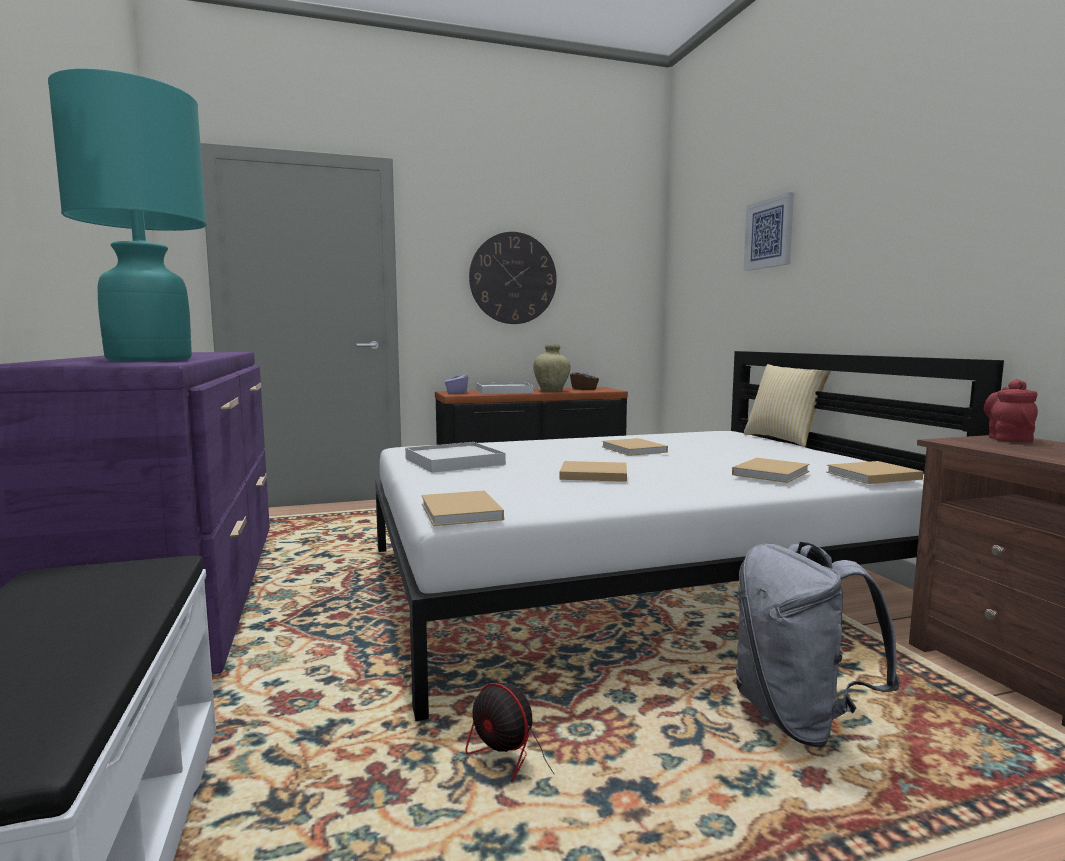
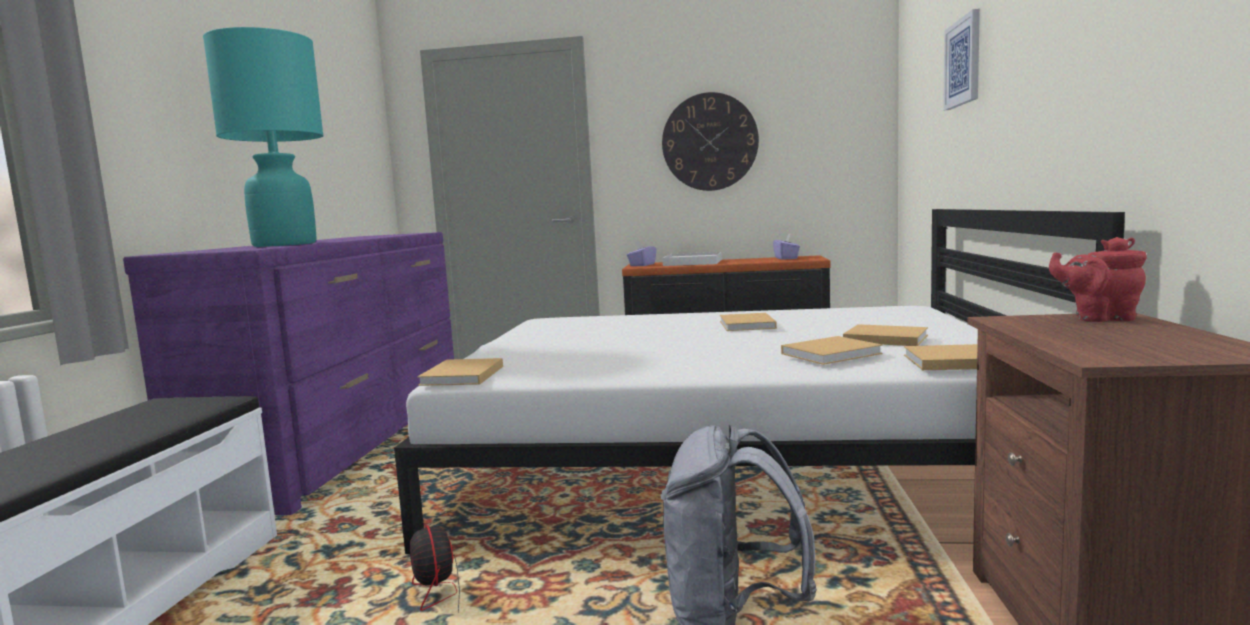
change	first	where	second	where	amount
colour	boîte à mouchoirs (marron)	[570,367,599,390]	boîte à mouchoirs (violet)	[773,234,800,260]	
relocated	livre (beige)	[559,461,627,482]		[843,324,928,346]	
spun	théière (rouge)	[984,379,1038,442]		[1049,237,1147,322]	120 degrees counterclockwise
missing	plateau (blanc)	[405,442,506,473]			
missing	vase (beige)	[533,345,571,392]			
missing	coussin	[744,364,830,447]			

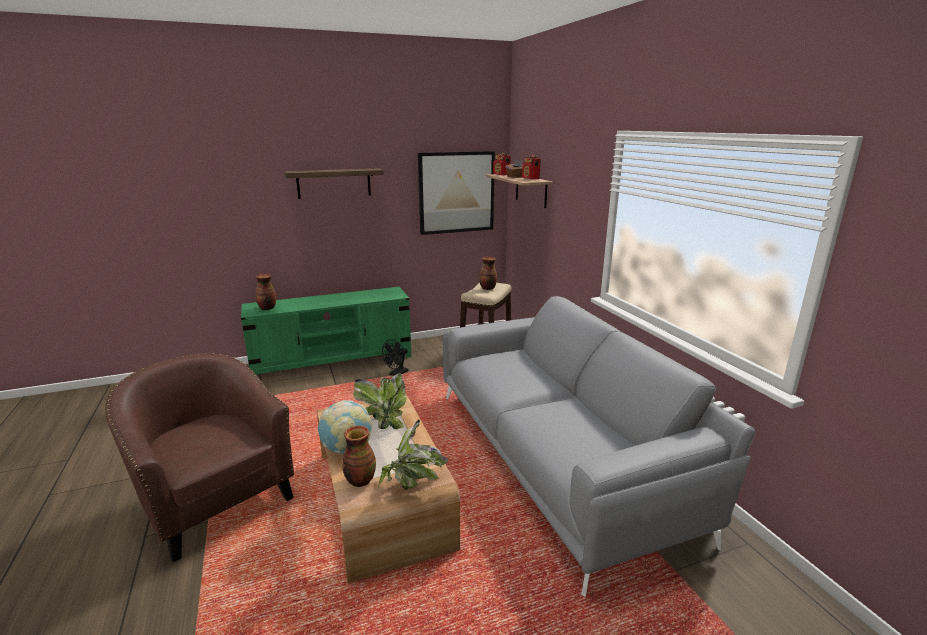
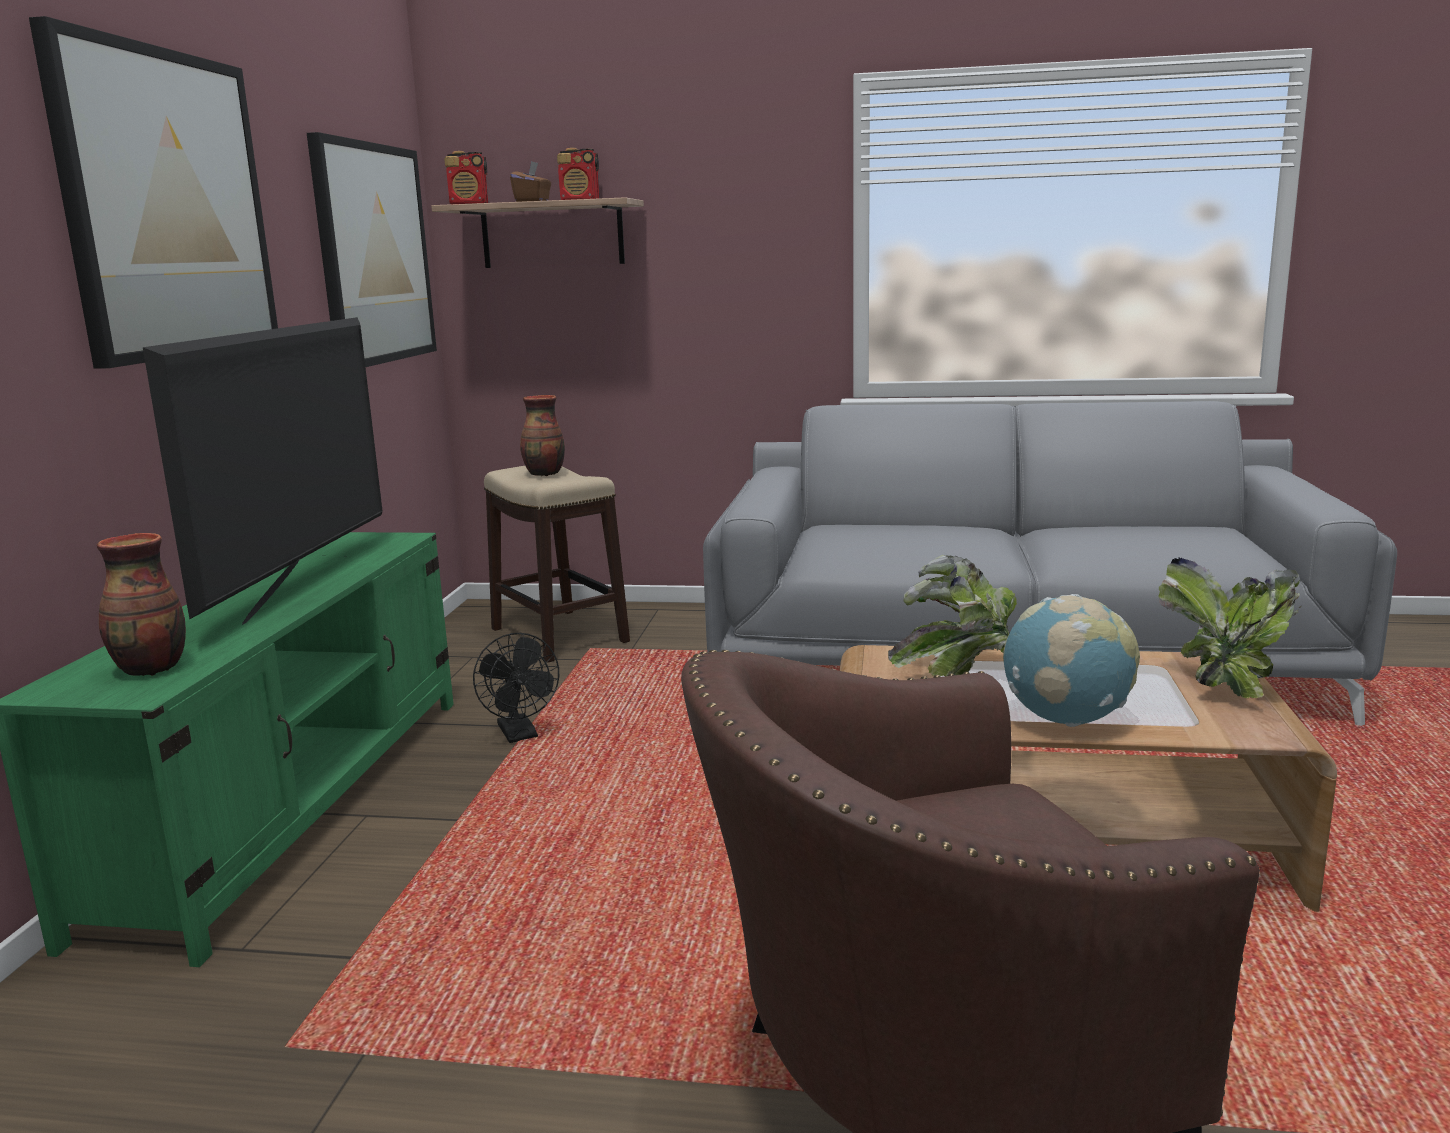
change	first	where	second	where	amount
exchanged	étagère	[284,168,384,199]	tableau	[29,16,278,369]	
appeared			téléviseur	[143,317,383,625]	
missing	vase	[342,426,376,487]			

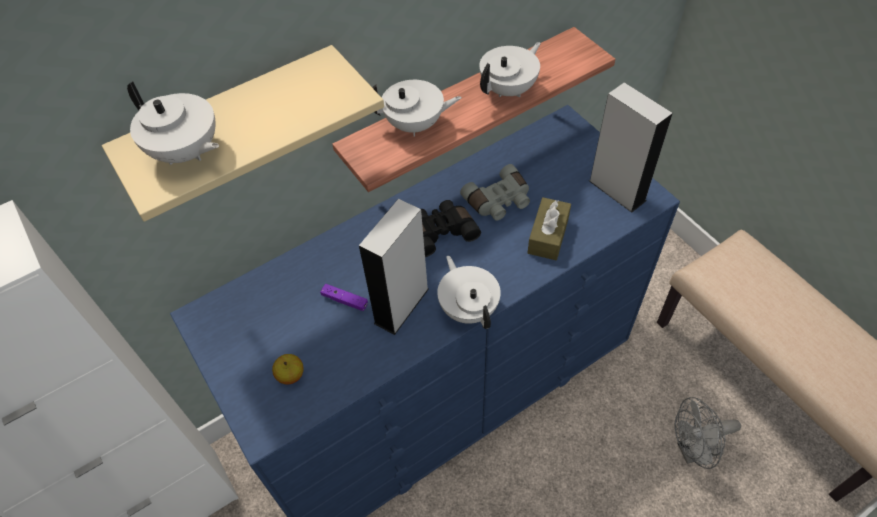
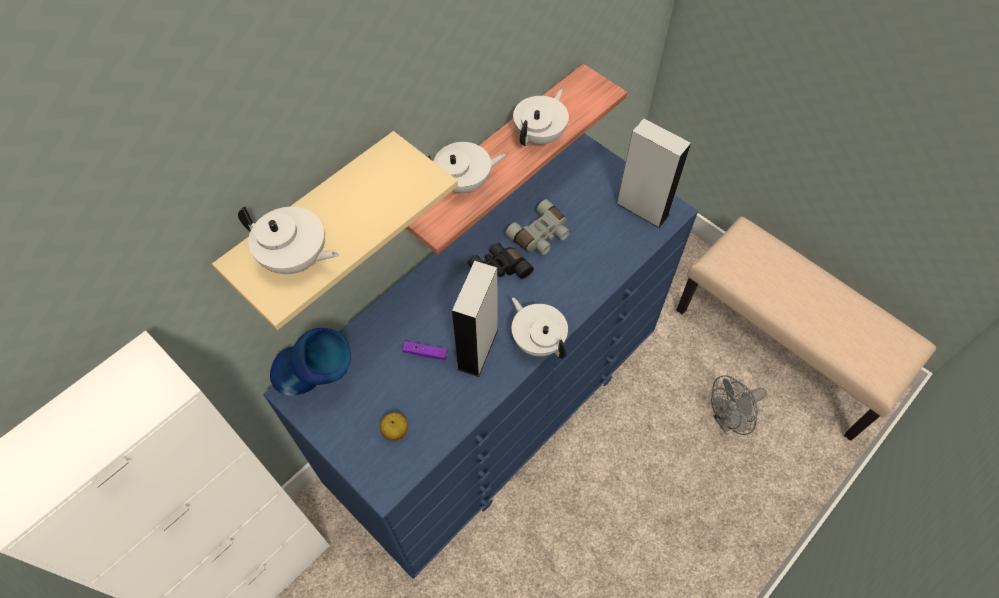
change	first	where	second	where	amount
appeared			vase (bleu)	[270,328,351,396]	
missing	boîte à mouchoirs (marron)	[528,197,571,260]			

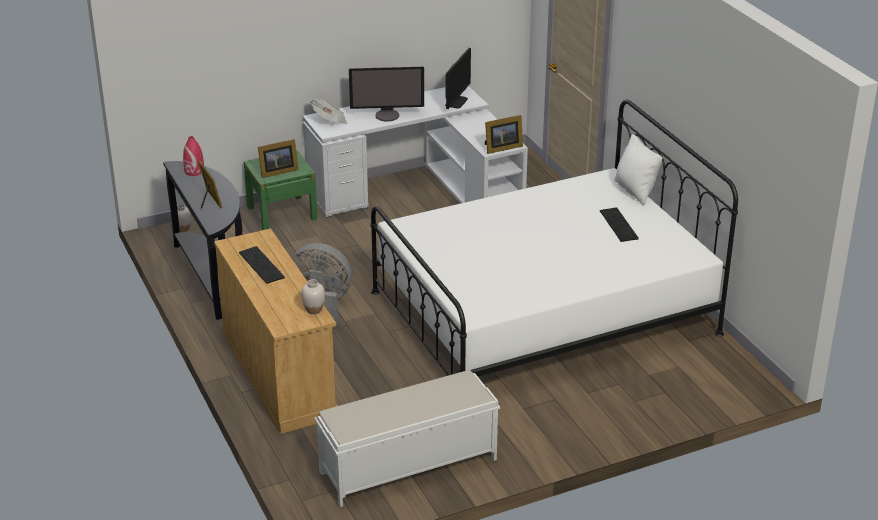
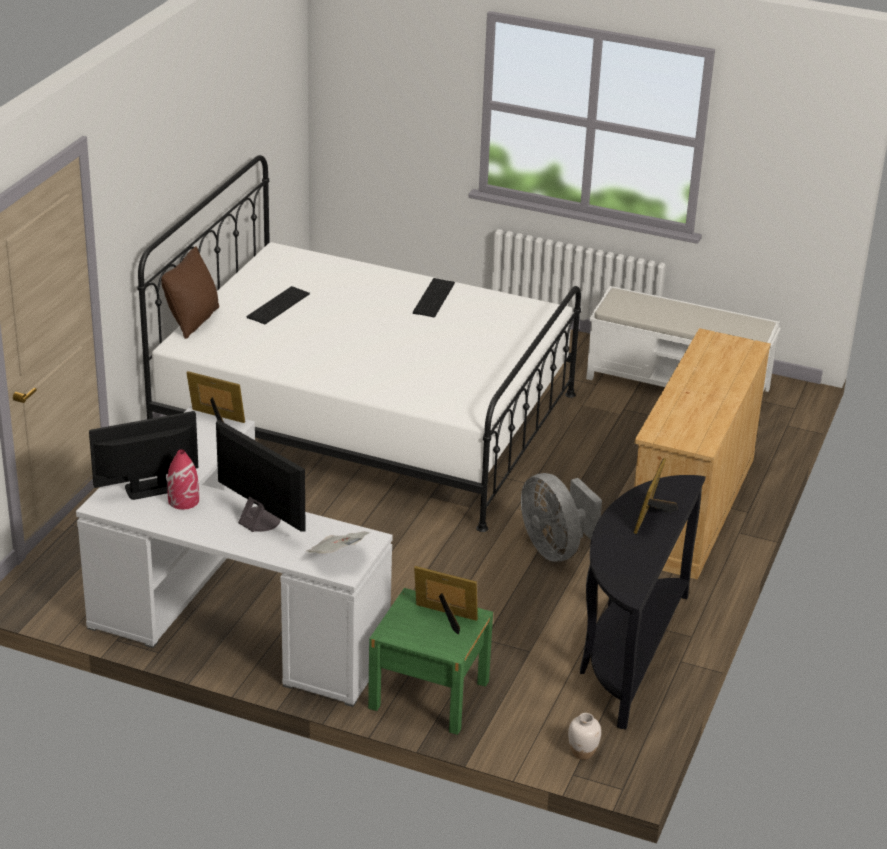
change	first	where	second	where	amount
colour	coussin (blanc)	[614,134,663,205]	coussin (marron)	[161,247,219,339]	
relocated	vase (rouge)	[183,136,204,176]		[167,449,199,510]	
relocated	clavier	[239,246,285,284]		[413,278,455,317]	
missing	vase (blanc)	[301,279,325,314]			

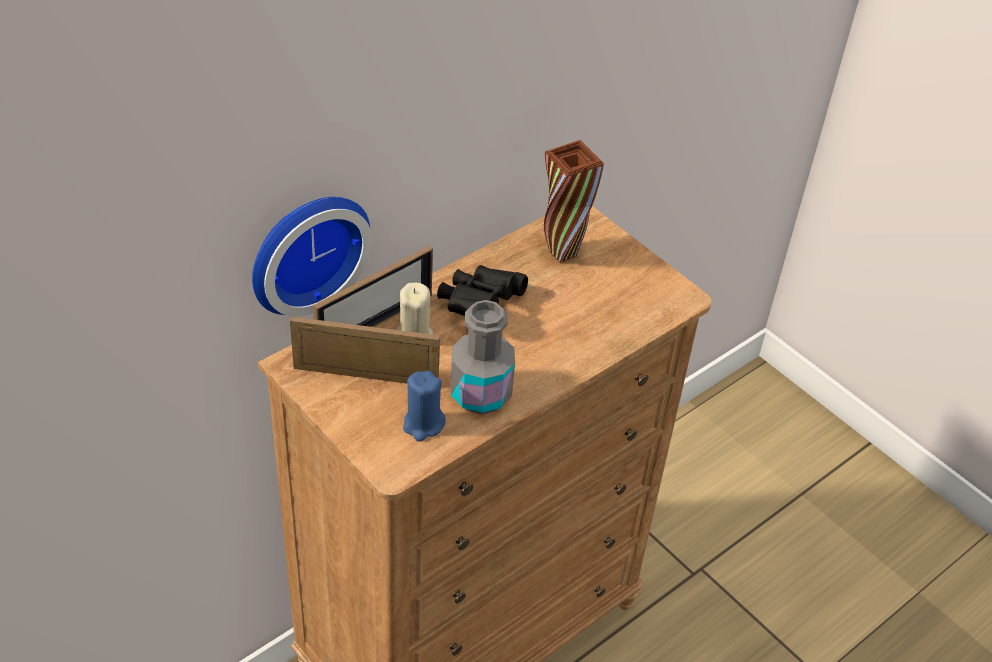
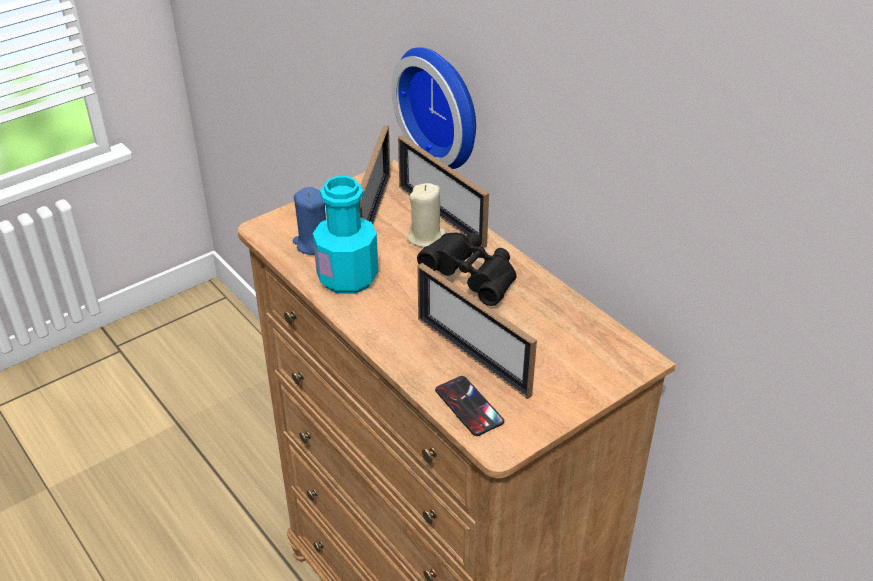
change	first	where	second	where	amount
colour	bouteille (gris)	[451,300,515,414]	bouteille (turquoise)	[313,176,378,294]	
appeared			cadre photo	[417,263,537,399]	
appeared			téléphone	[435,376,504,436]	
missing	vase (marron)	[544,140,604,263]			

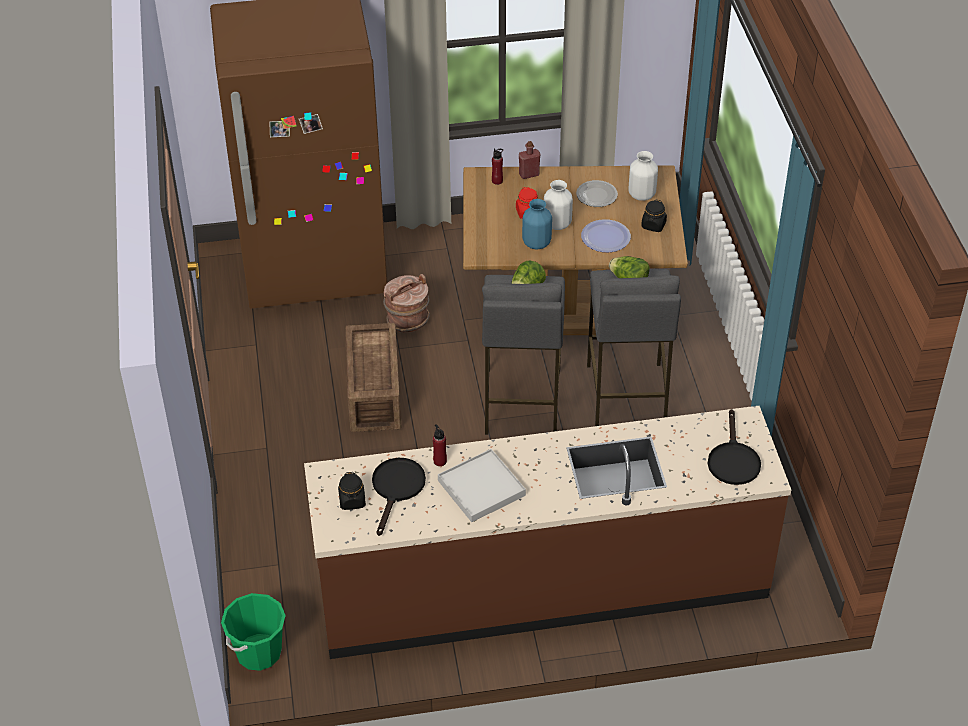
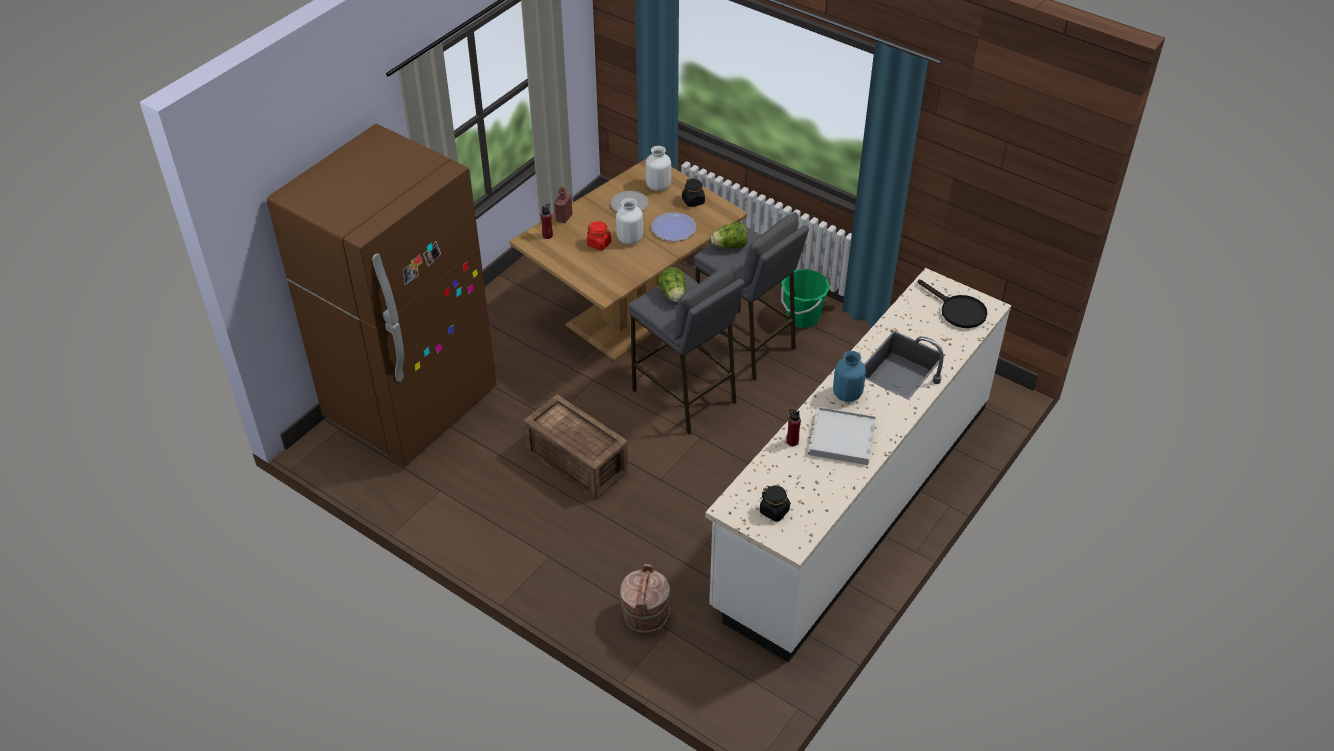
change	first	where	second	where	amount
relocated	seau (marron)	[383,274,430,333]		[620,564,670,634]	
colour	comptoir de cuisine (marron)	[304,406,791,659]	comptoir de cuisine (blanc)	[705,268,1011,662]	
relocated	seau (vert)	[221,593,286,671]		[781,269,830,328]	
relocated	vase (bleu)	[522,199,552,250]		[833,351,866,402]	
missing	poêle (noir)	[372,458,426,536]			

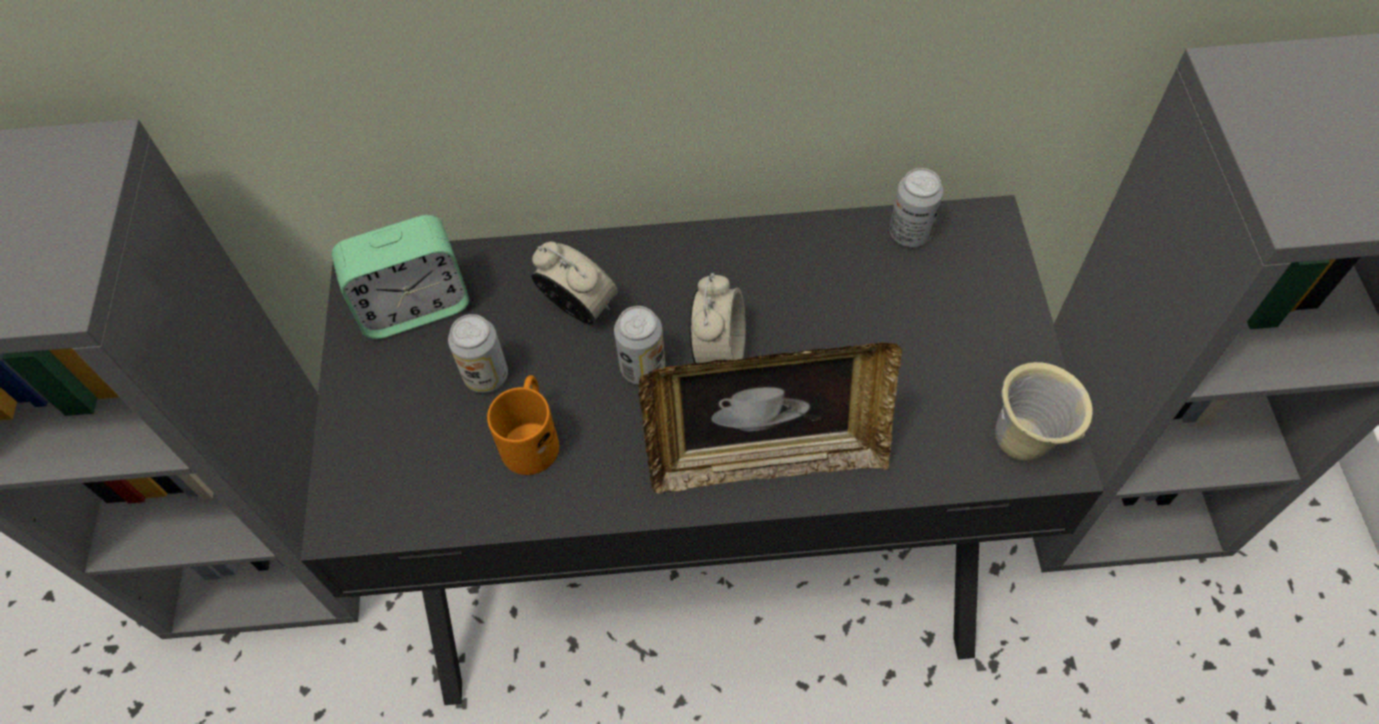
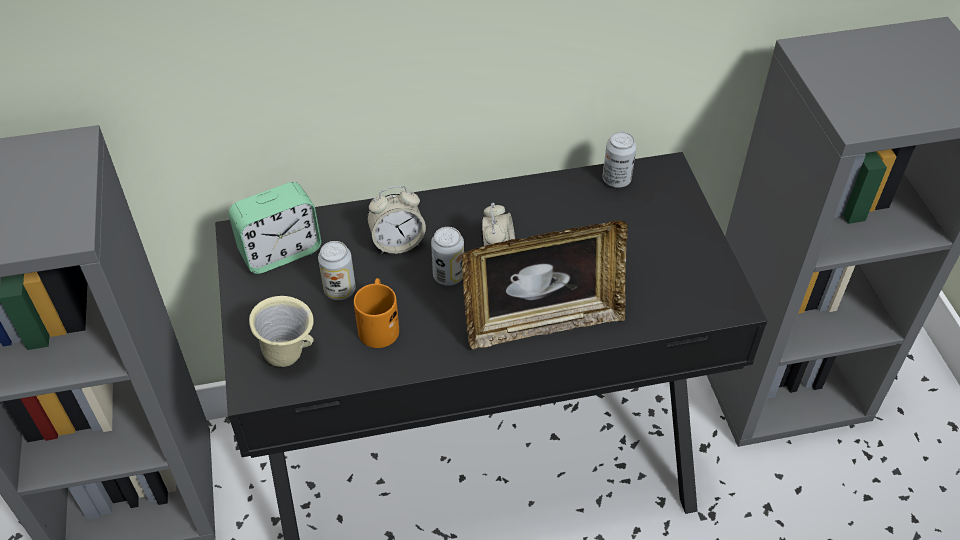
change	first	where	second	where	amount
relocated	mug (beige)	[995,362,1093,461]		[249,296,314,367]	
spun	réveil	[532,242,618,324]		[367,186,426,254]	135 degrees clockwise

